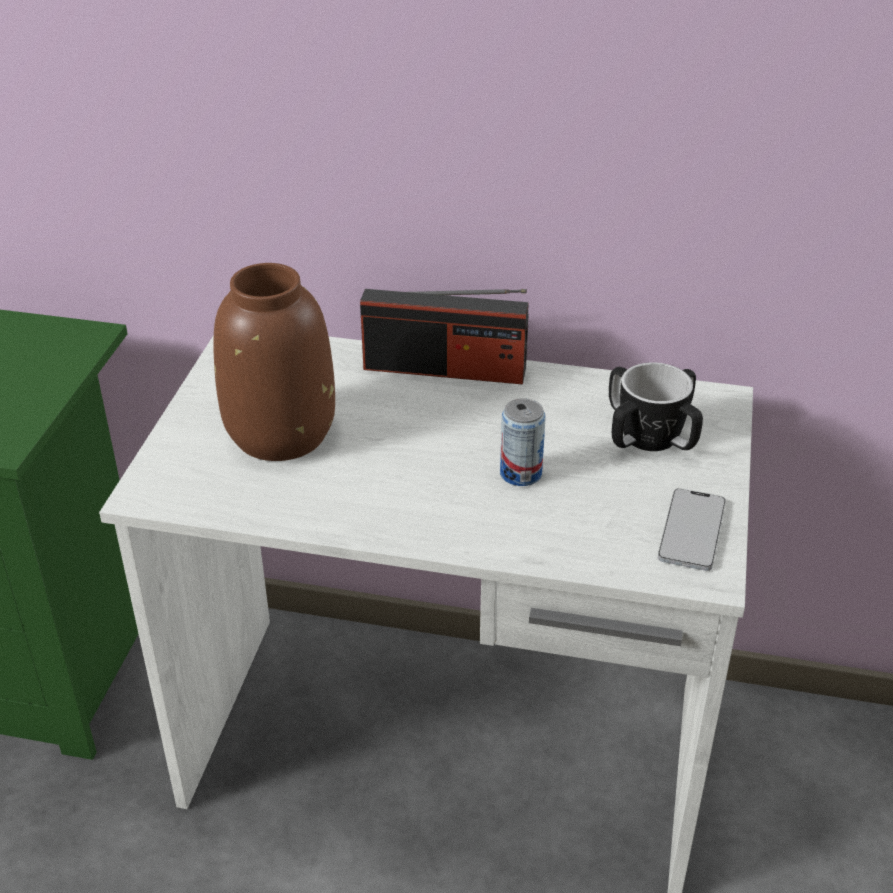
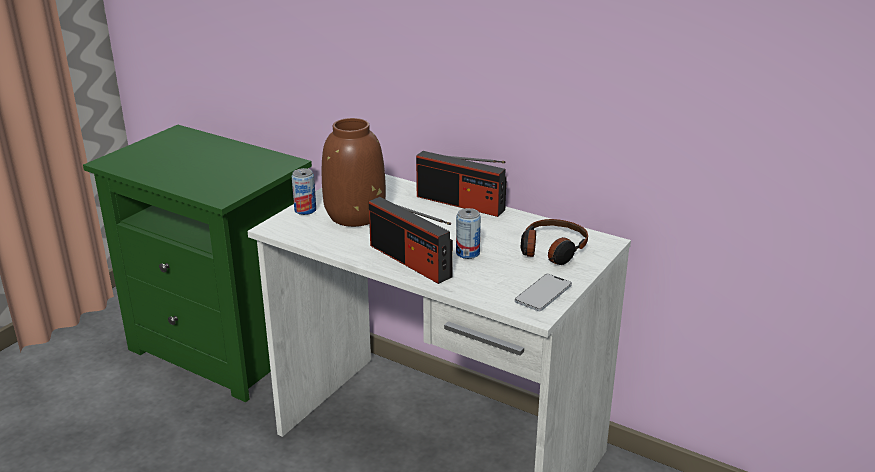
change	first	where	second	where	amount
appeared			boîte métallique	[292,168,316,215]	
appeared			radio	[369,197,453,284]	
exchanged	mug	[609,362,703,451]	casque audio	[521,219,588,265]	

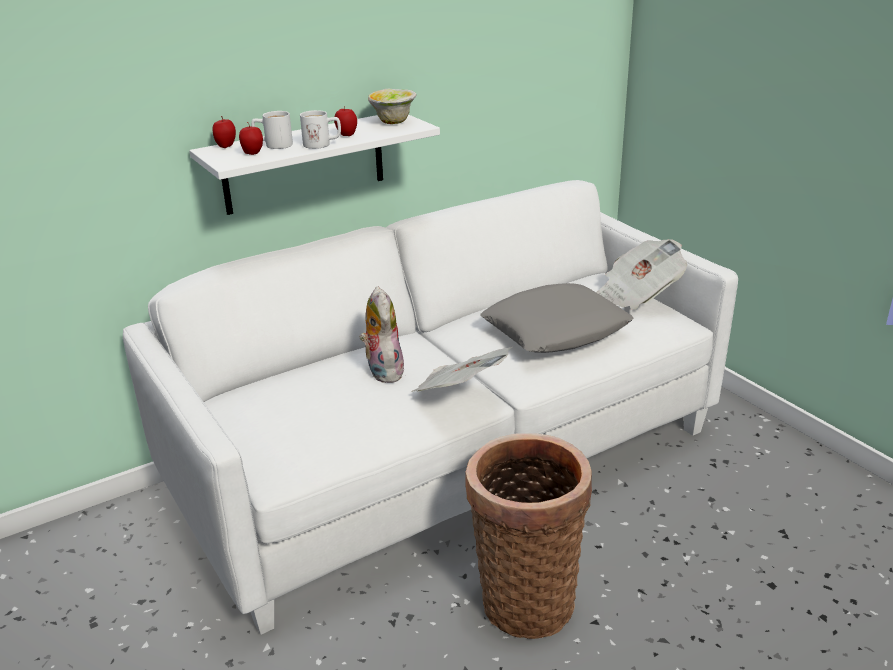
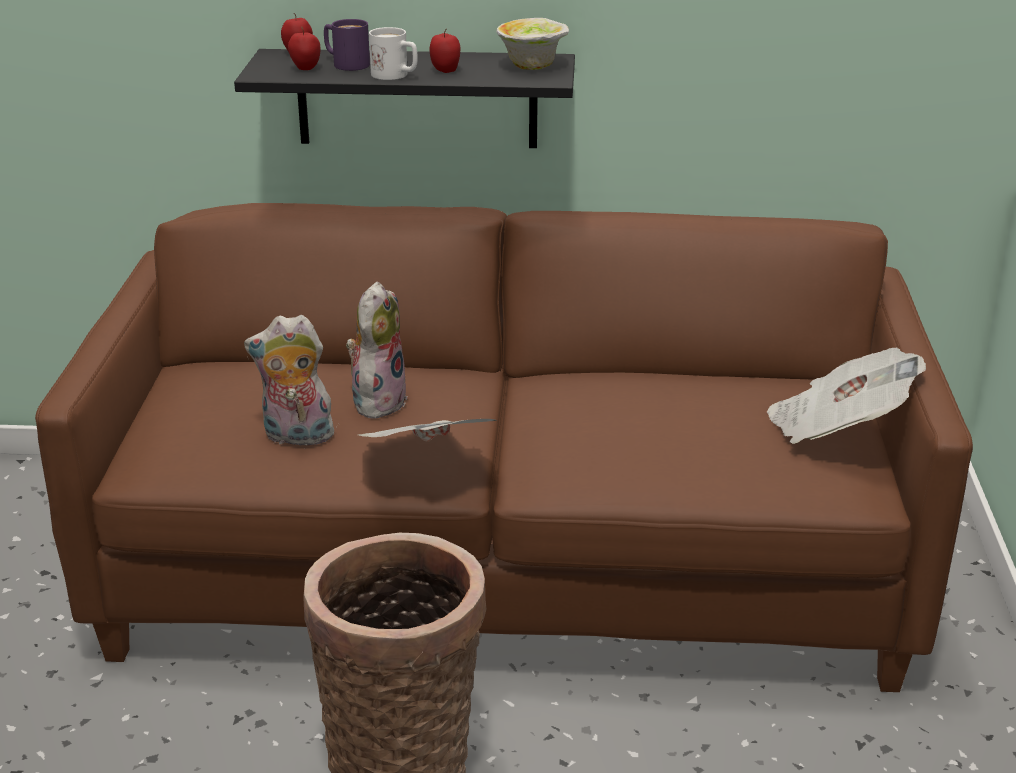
change	first	where	second	where	amount
colour	canapé (blanc)	[123,180,738,635]	canapé (marron)	[35,203,973,692]	
colour	étagère (blanc)	[189,115,440,215]	étagère (noir)	[234,49,575,148]	
appeared			peluche	[244,315,338,446]	
colour	mug (blanc)	[251,111,293,149]	mug (violet)	[324,19,370,71]	
missing	coussin (gris)	[480,283,634,353]			

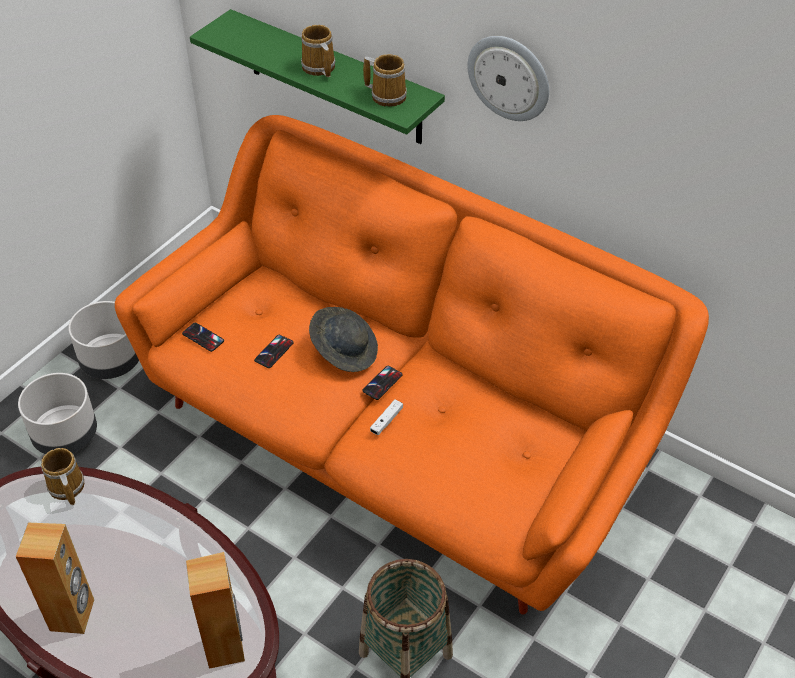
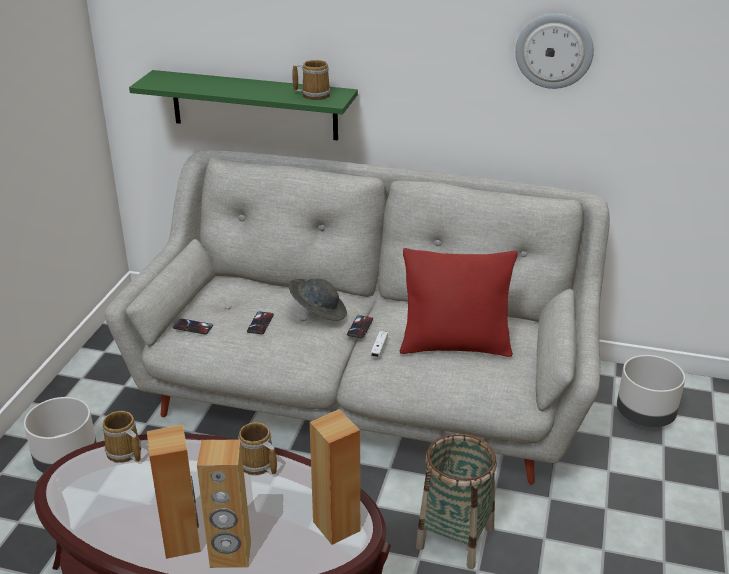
change	first	where	second	where	amount
colour	canapé (orange)	[115,115,709,615]	canapé (gris)	[105,150,610,484]	
appeared			enceinte (marron)	[197,439,251,568]	
relocated	mug	[301,25,335,77]		[238,422,277,475]	
appeared			coussin (rouge)	[399,248,518,357]	
relocated	horloge murale	[467,36,549,121]		[515,13,594,89]	
relocated	cache-pot (gris)	[68,301,139,379]		[617,355,685,427]	

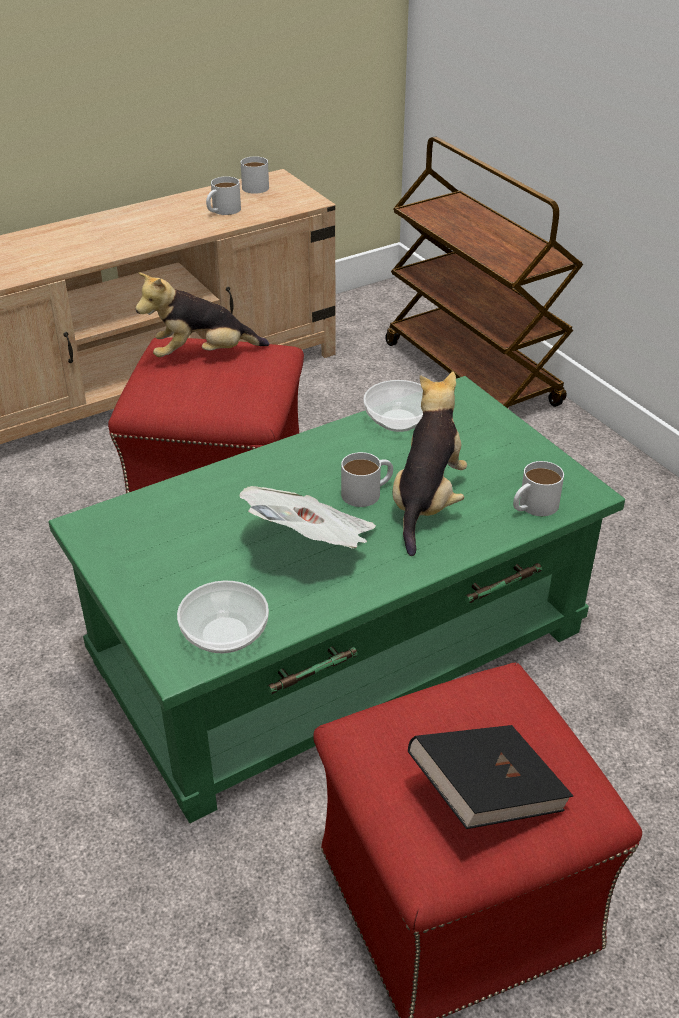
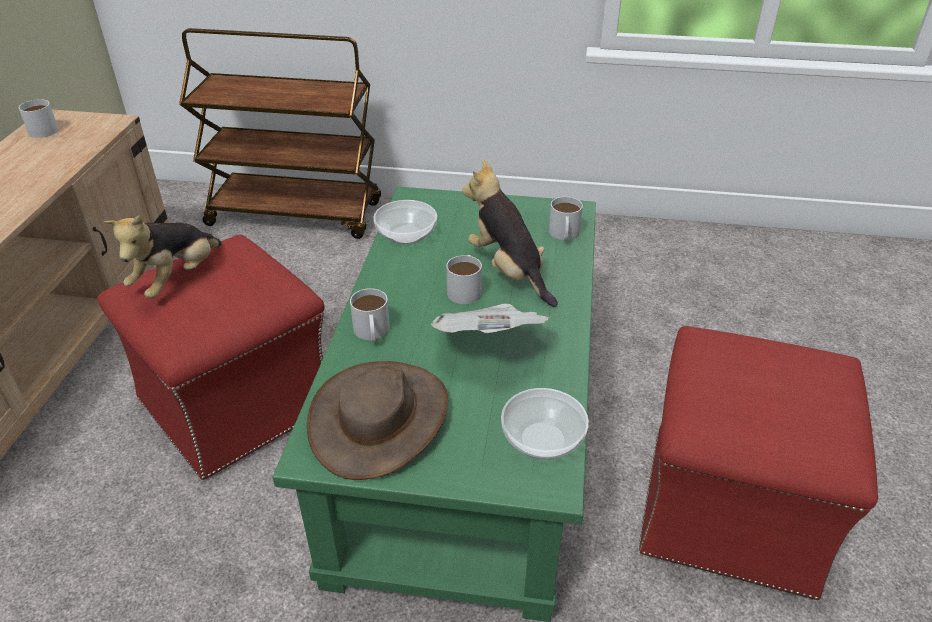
change	first	where	second	where	amount
appeared			chapeau (marron)	[307,361,448,480]	
relocated	mug (blanc)	[206,176,241,215]		[350,288,390,342]	
missing	livre (noir)	[408,725,573,829]			

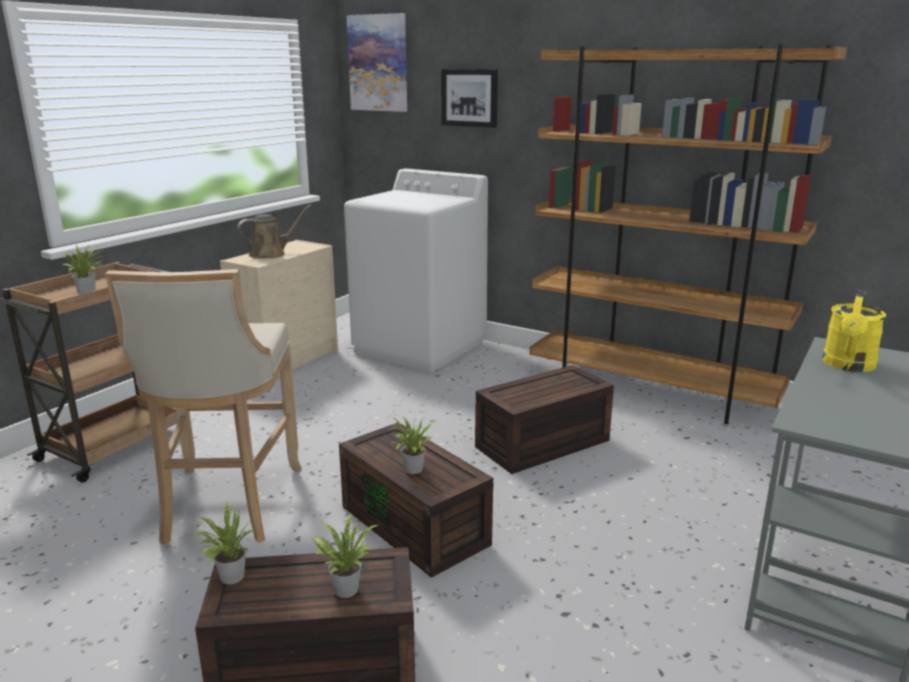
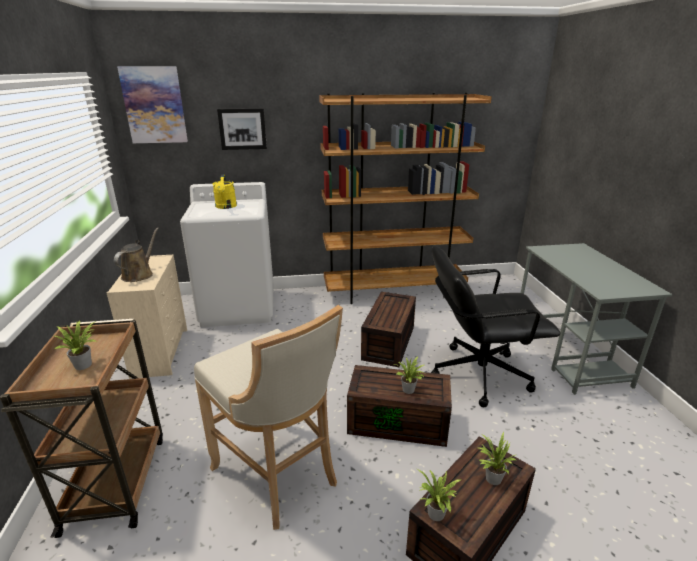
change	first	where	second	where	amount
relocated	arrosoir (jaune)	[822,290,886,372]		[212,174,237,209]	
appeared			chaise de bureau (noir)	[431,245,560,407]	

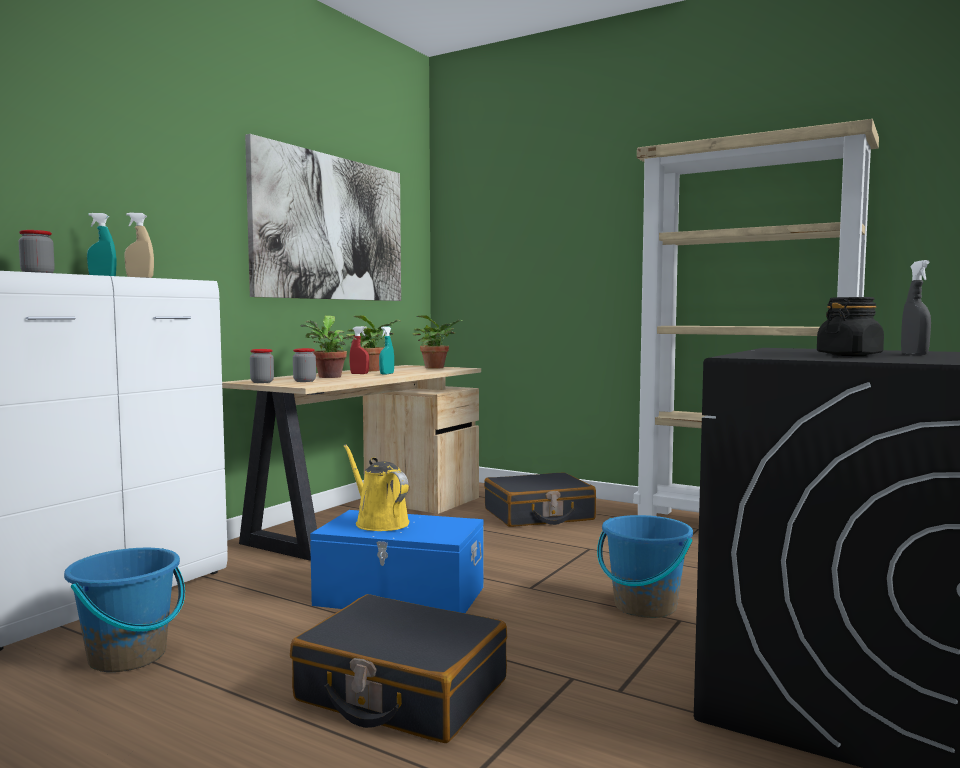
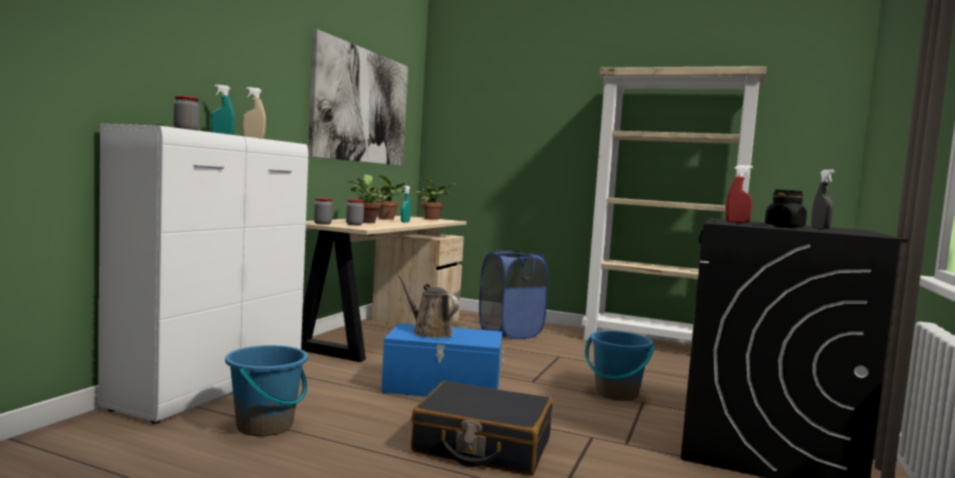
change	first	where	second	where	amount
colour	arrosoir (jaune)	[344,444,409,531]	arrosoir (marron)	[397,274,459,338]	
exchanged	valise (noir)	[484,472,596,527]	panier à linge (bleu)	[479,250,548,339]	
relocated	vaporisateur (rouge)	[349,326,369,374]		[725,165,753,223]	

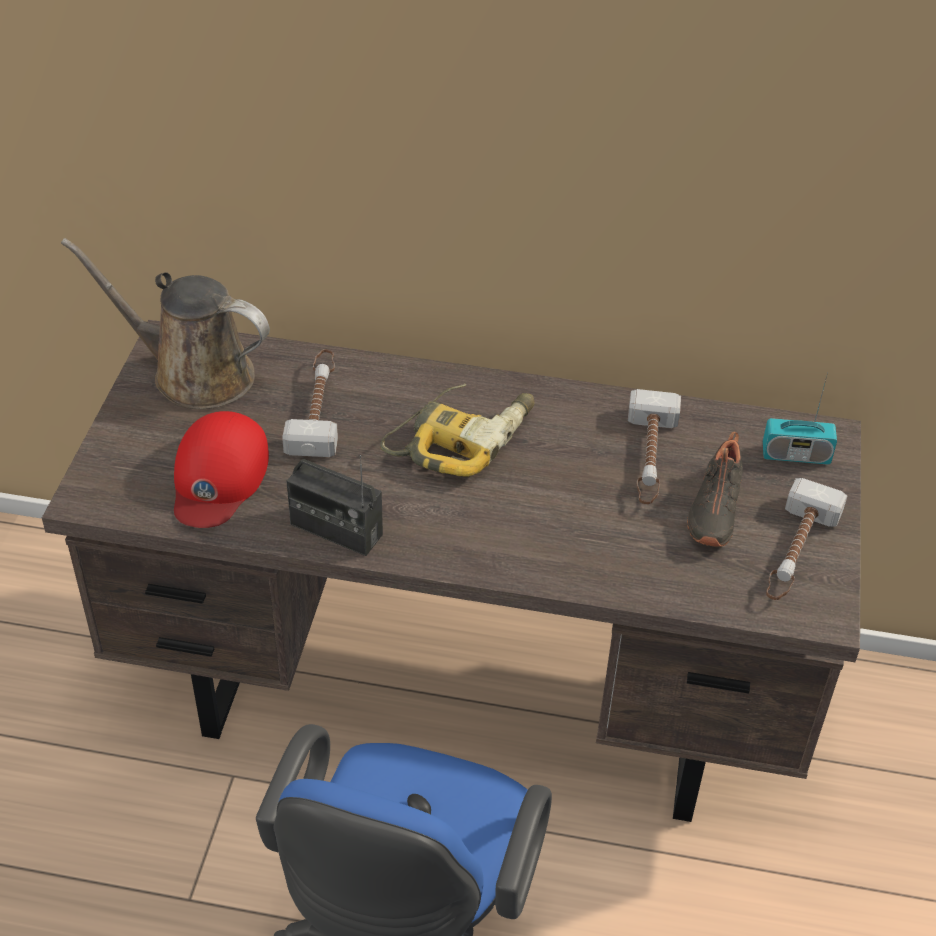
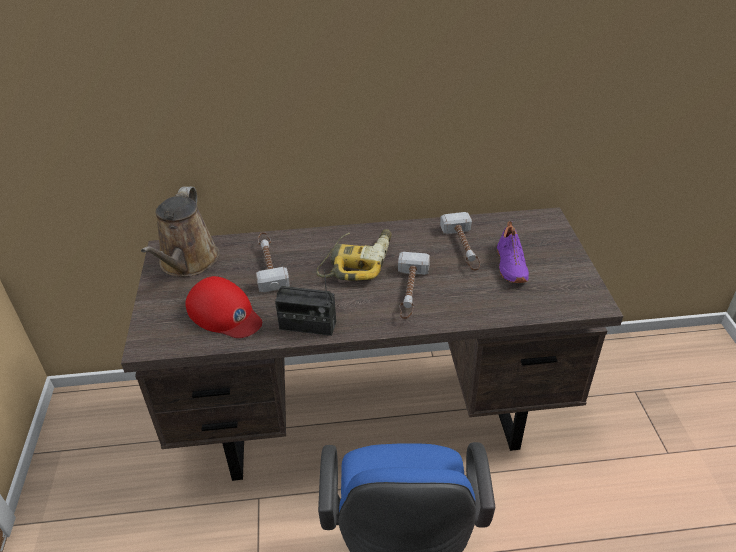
change	first	where	second	where	amount
spun	arrosoir (marron)	[61,238,270,410]		[141,186,219,277]	90 degrees counterclockwise
spun	casquette (rouge)	[174,411,269,528]		[185,276,262,338]	45 degrees counterclockwise
relocated	marteau	[766,478,847,600]		[398,252,430,319]	
colour	chaussure (noir)	[687,432,743,547]	chaussure (violet)	[497,221,529,283]	
missing	radio	[763,372,837,465]			

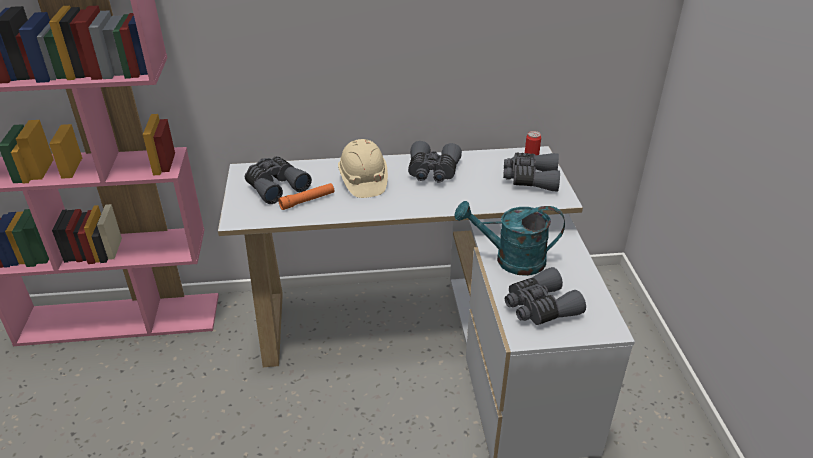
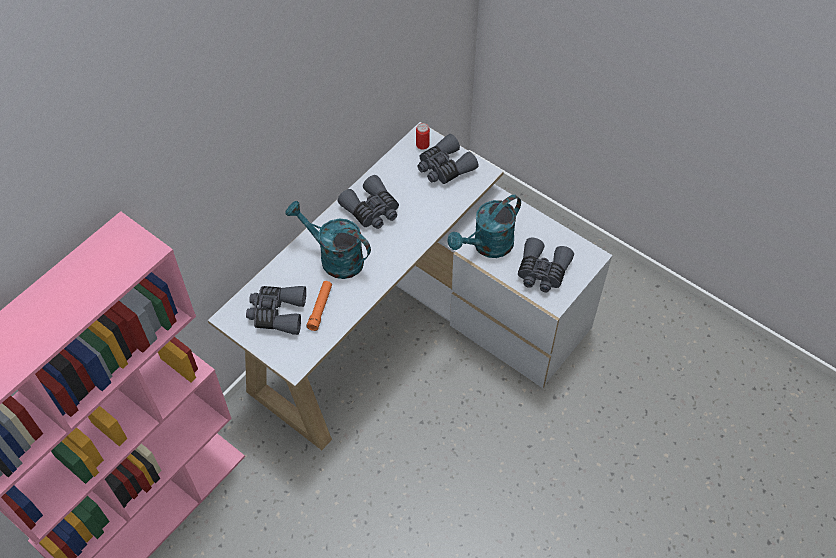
change	first	where	second	where	amount
exchanged	casque de chantier (beige)	[338,139,388,198]	arrosoir (turquoise)	[285,201,371,279]	

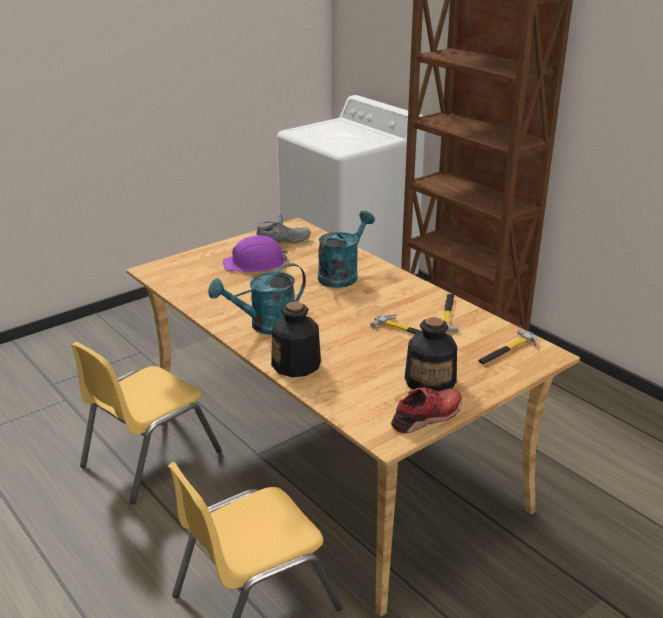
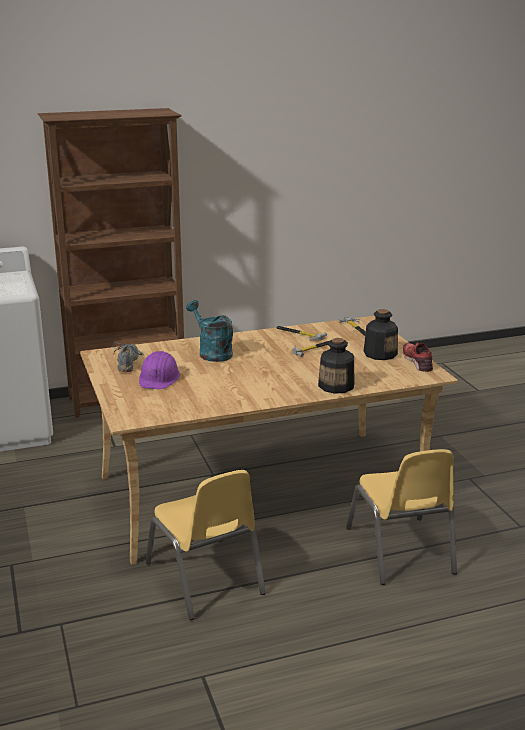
change	first	where	second	where	amount
missing	arrosoir (turquoise)	[208,263,306,335]			

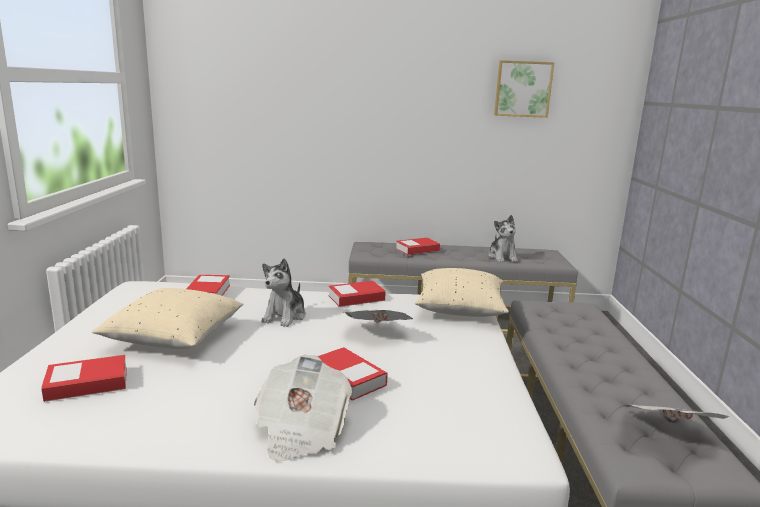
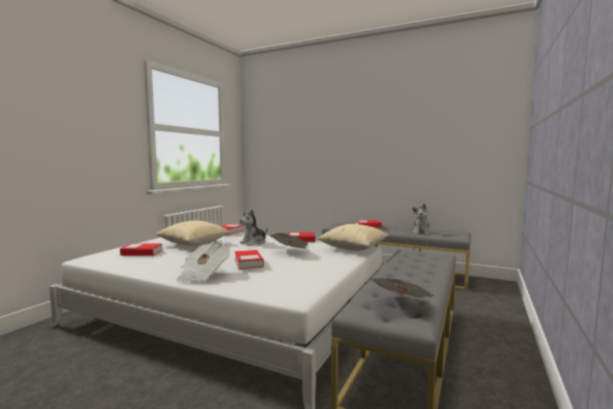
change	first	where	second	where	amount
missing	tableau	[494,60,554,118]			

